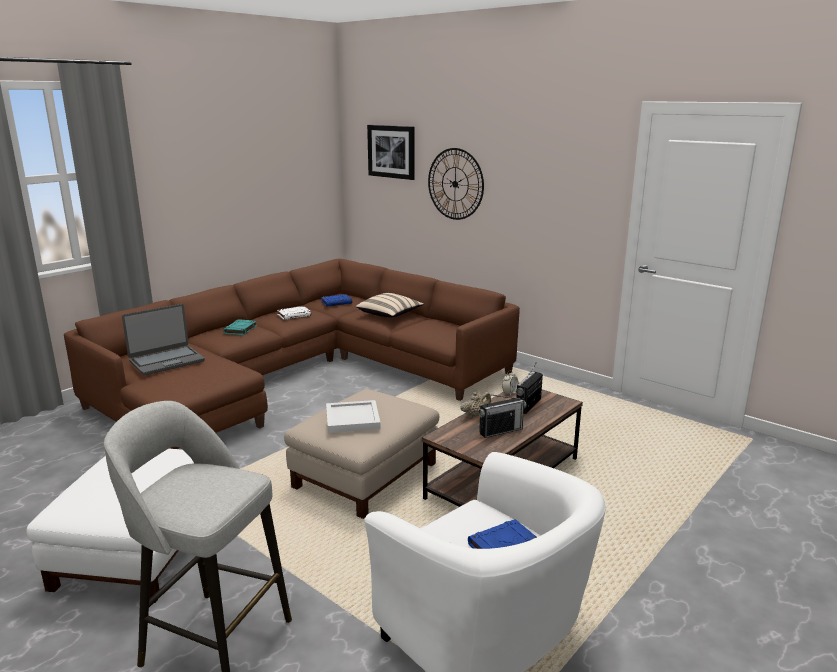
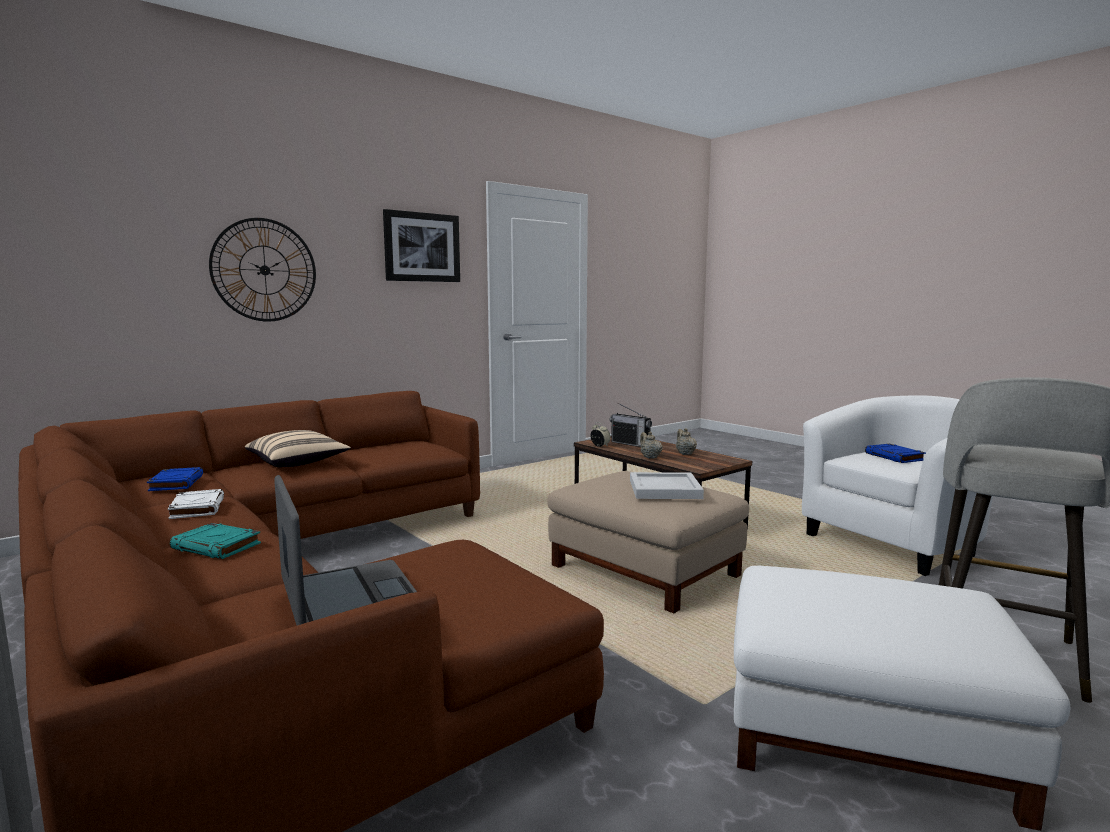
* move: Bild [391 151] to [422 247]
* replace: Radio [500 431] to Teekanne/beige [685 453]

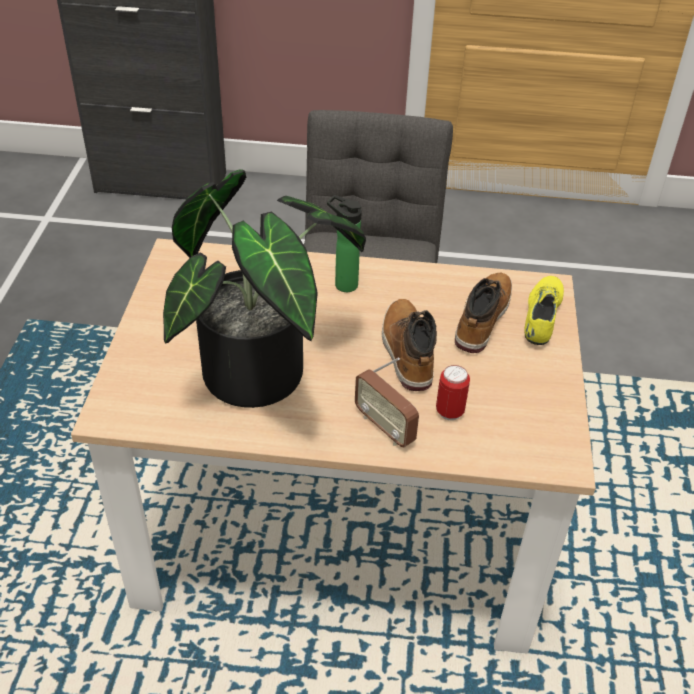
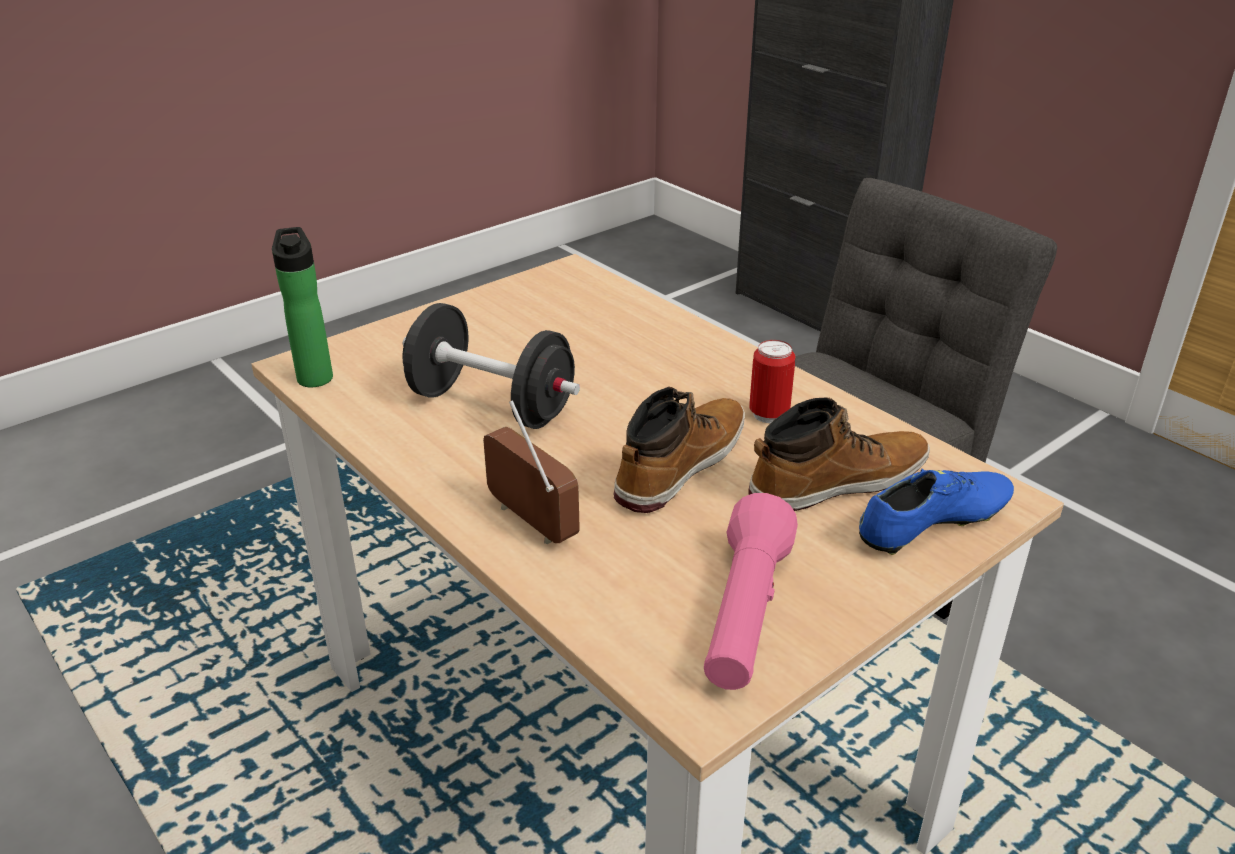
* replace: Topfpflanze [266 373] to Hantel/schwarz [491 405]
* move: Flasche [343 284] to [314 376]
* rotate: Radio [384 427] = [531 522] 135 degrees clockwise
* move: Dose [449 412] to [769 414]
* recolor: Schuh/gelb [542 317] to Schuh/blau [934 525]
* insert: Taschenlampe/rosa [745 615]

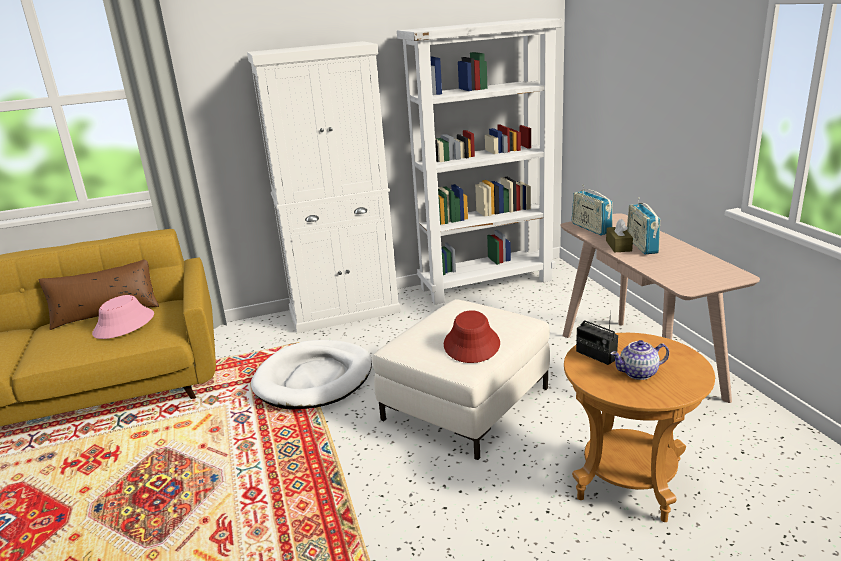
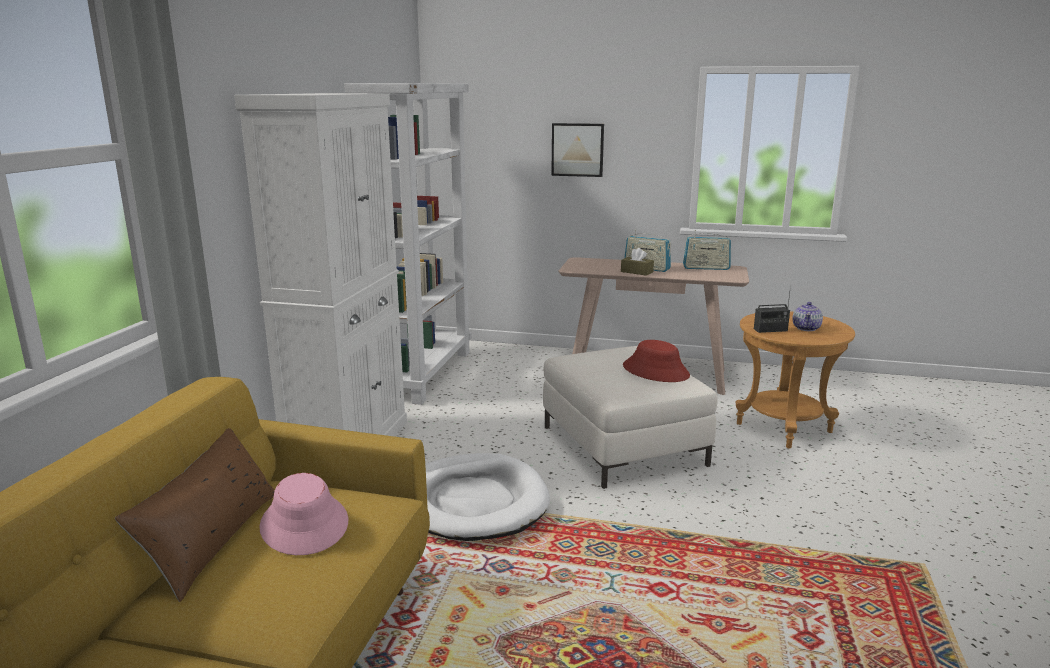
* move: Radio [591 228] to [706 268]
* insert: Bild [577 149]

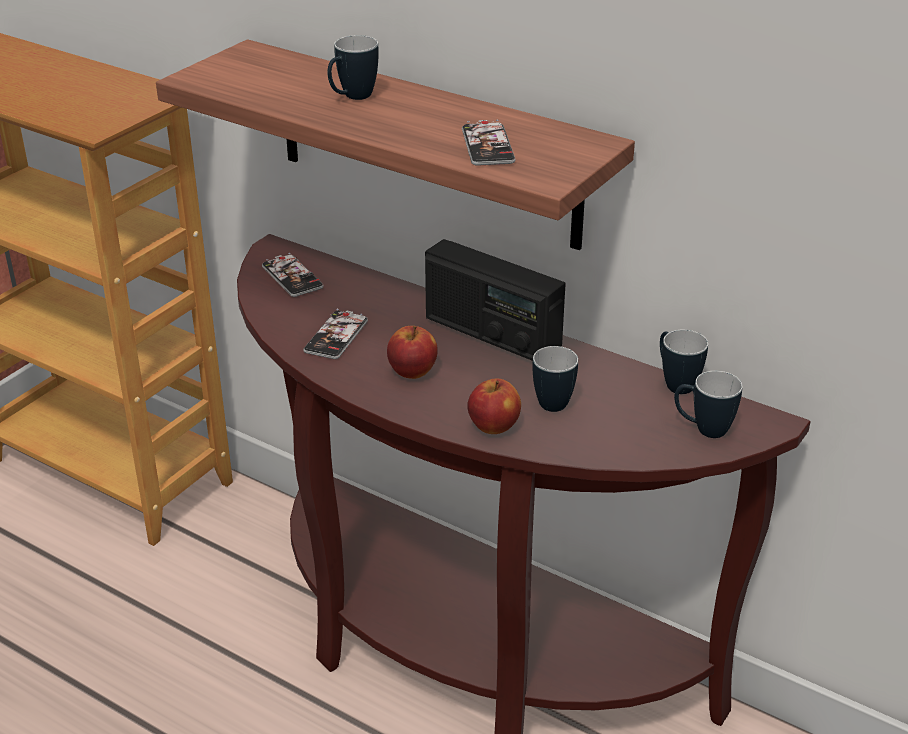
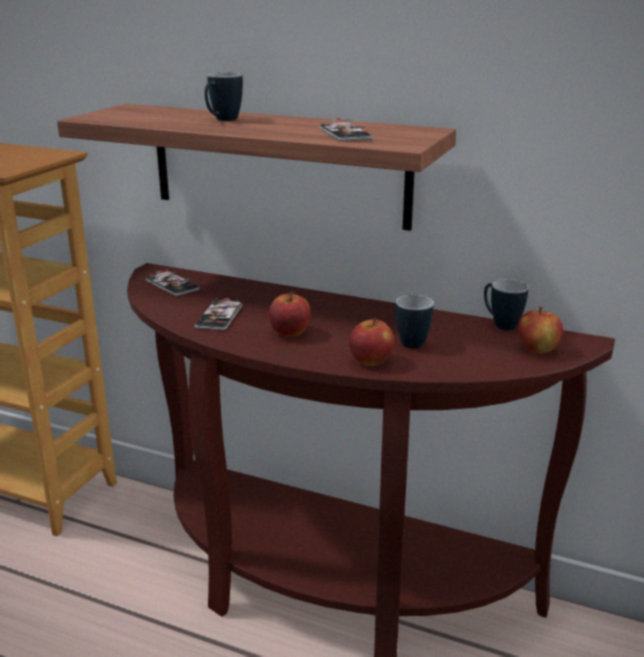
* delete: Radio [492 335]
* replace: Henkelbecher [703 429] to Apfel [538 350]

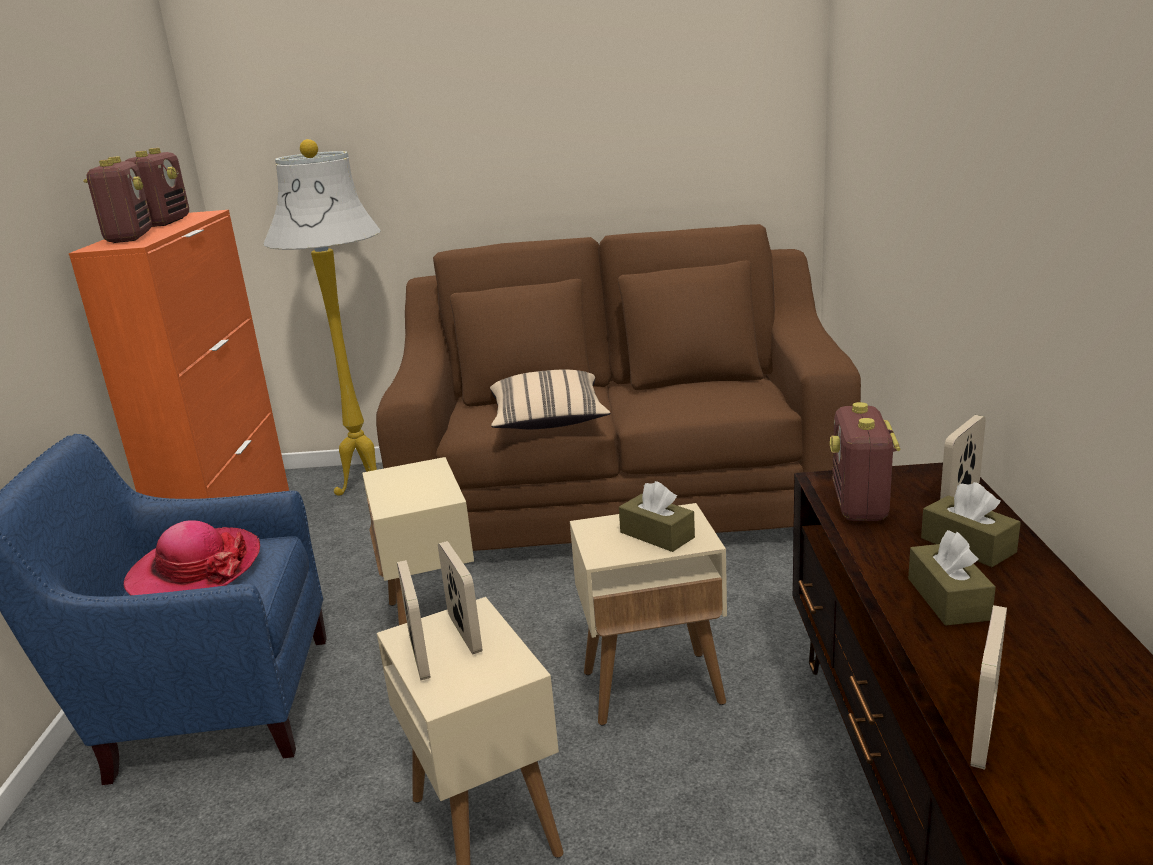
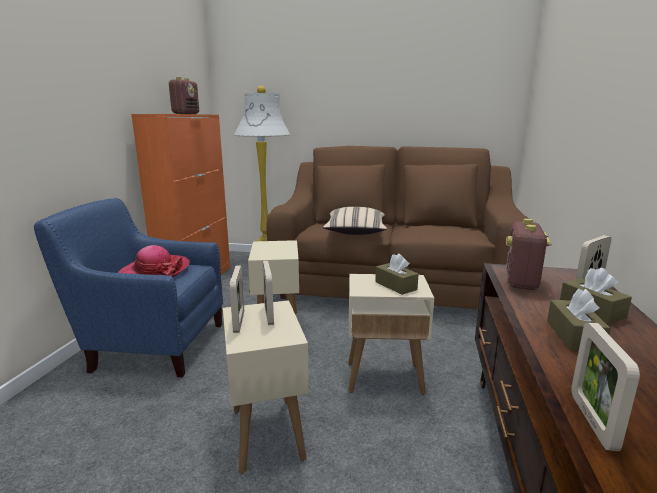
* delete: Radio [129 237]
* rotate: Bilderrahmen [983 733] = [592 421] 150 degrees clockwise

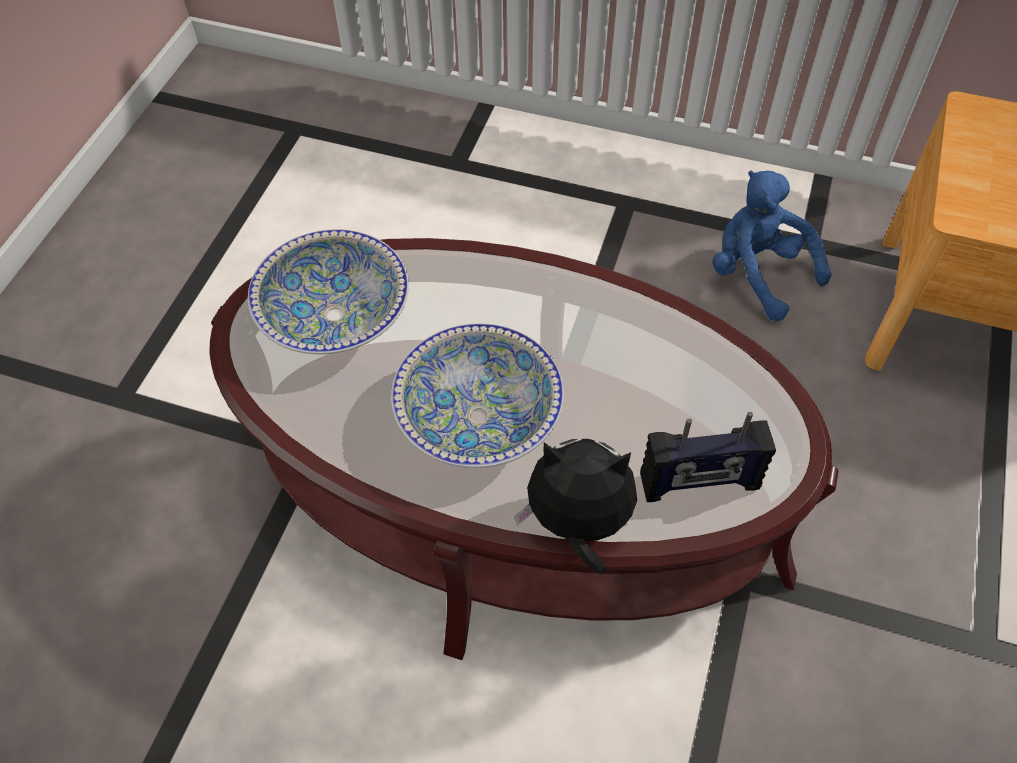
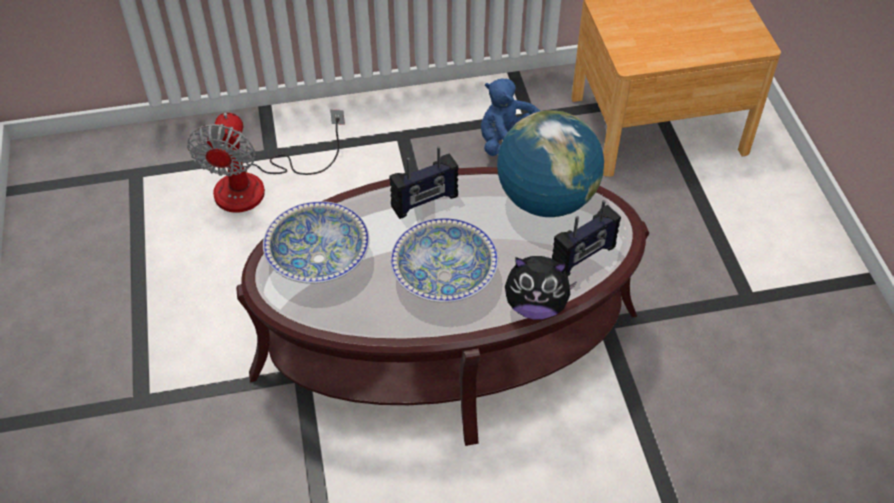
* rotate: Plüschtier [578 525] = [536 306] 150 degrees counterclockwise
* insert: Ventilator [257 185]
* insert: Radio [425 202]
* insert: Globus [546 199]

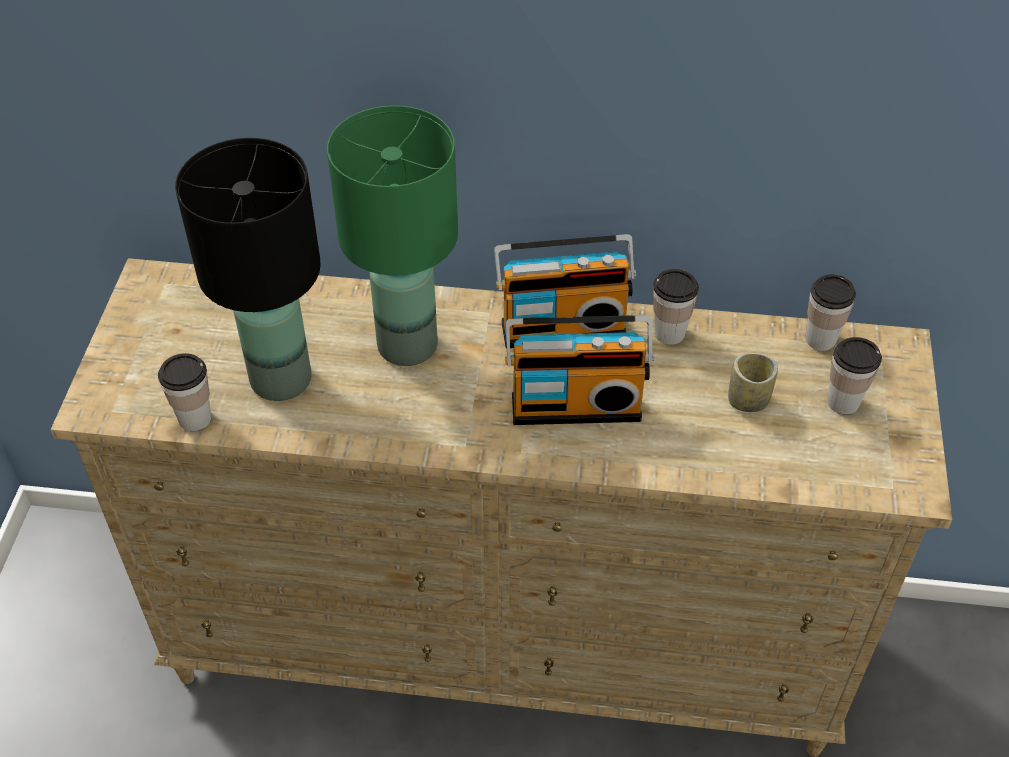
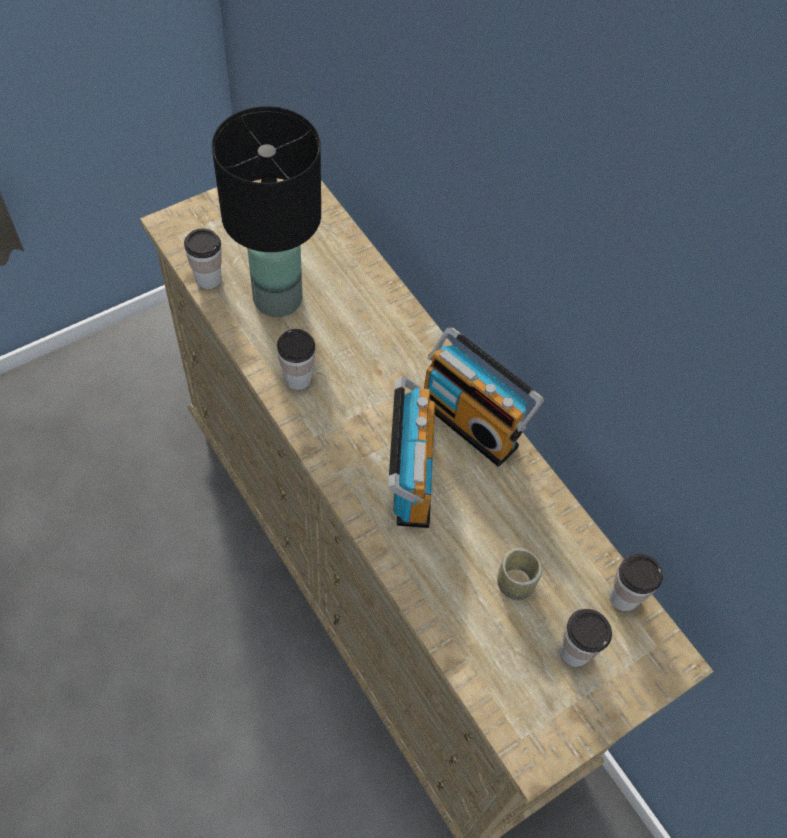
* delete: Tischlampe/grün [407 344]
* rotate: Radio [575 404] = [409 476] 135 degrees counterclockwise
* move: Tasse [669 333] to [297 378]

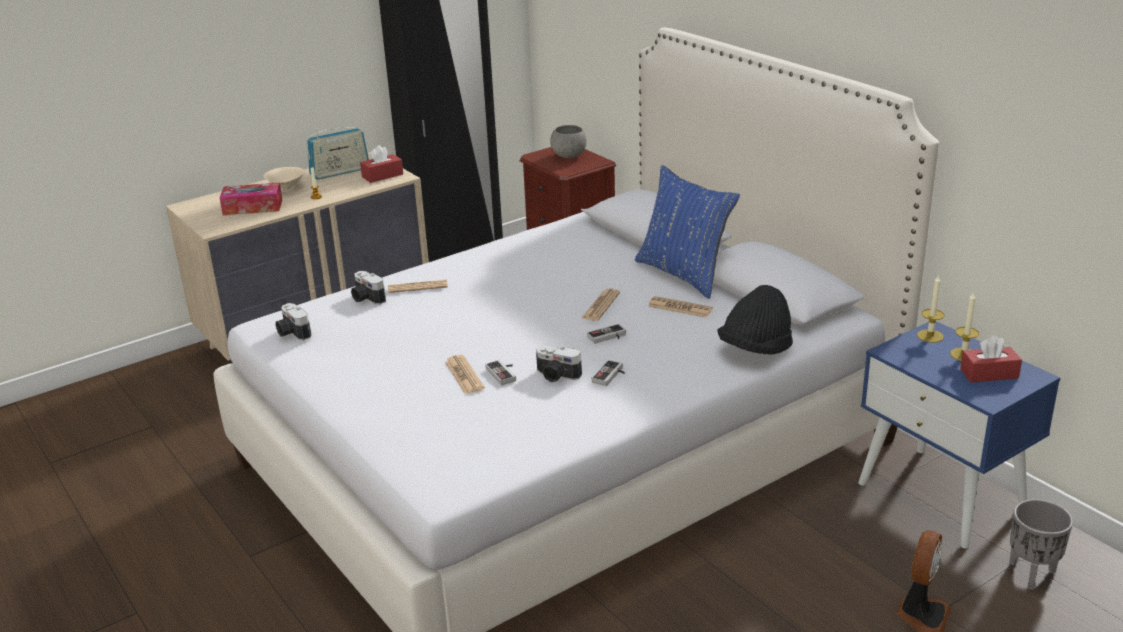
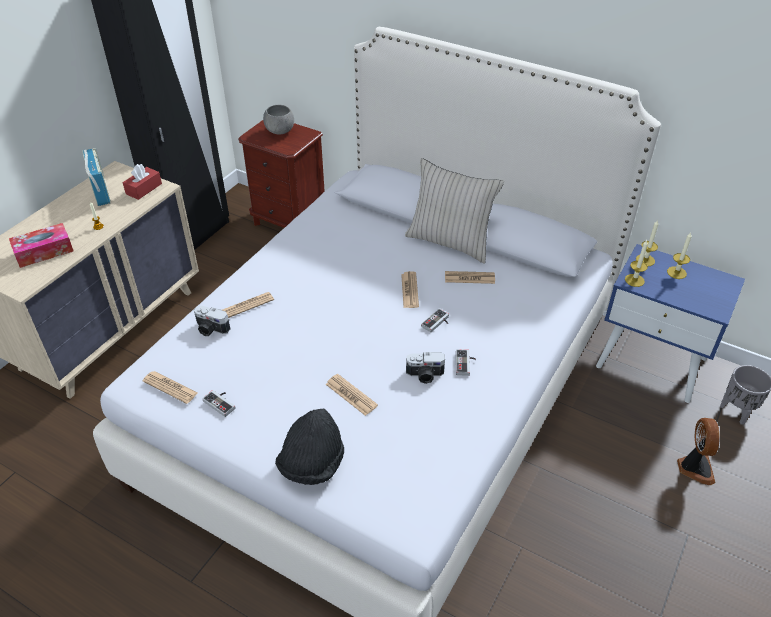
* delete: Schüssel/beige [286 188]
* replace: Kamera [292 333] to Zeitung [170 387]
* rotate: Radio [340 172] = [100 192] 60 degrees counterclockwise
* move: Gamepad [504 373] to [221 403]
* recolor: Kissen/blau [684 274] to Kissen/beige [450 242]
* move: Hut/schwarz [755 349] to [312 464]
* delete: Taschentuchbox/rot [989 373]
* insert: Kerze [634 280]

